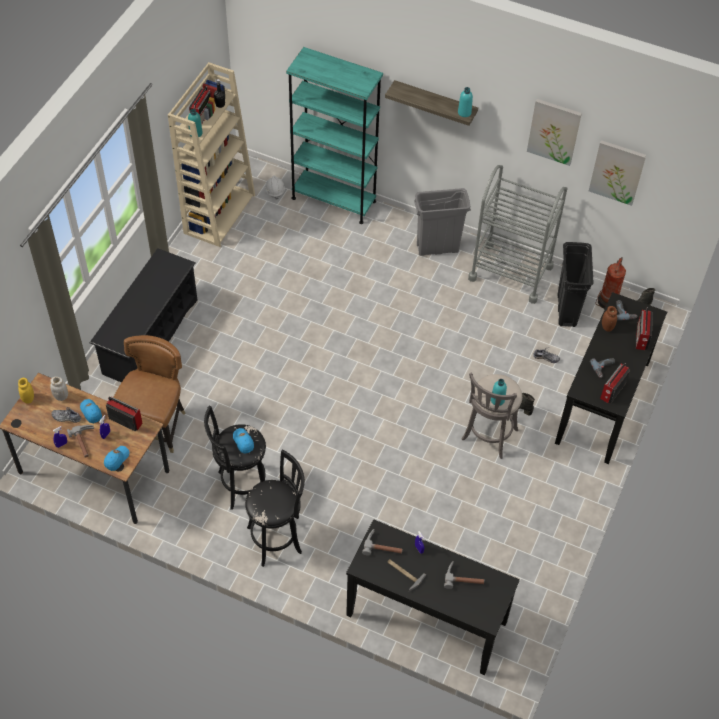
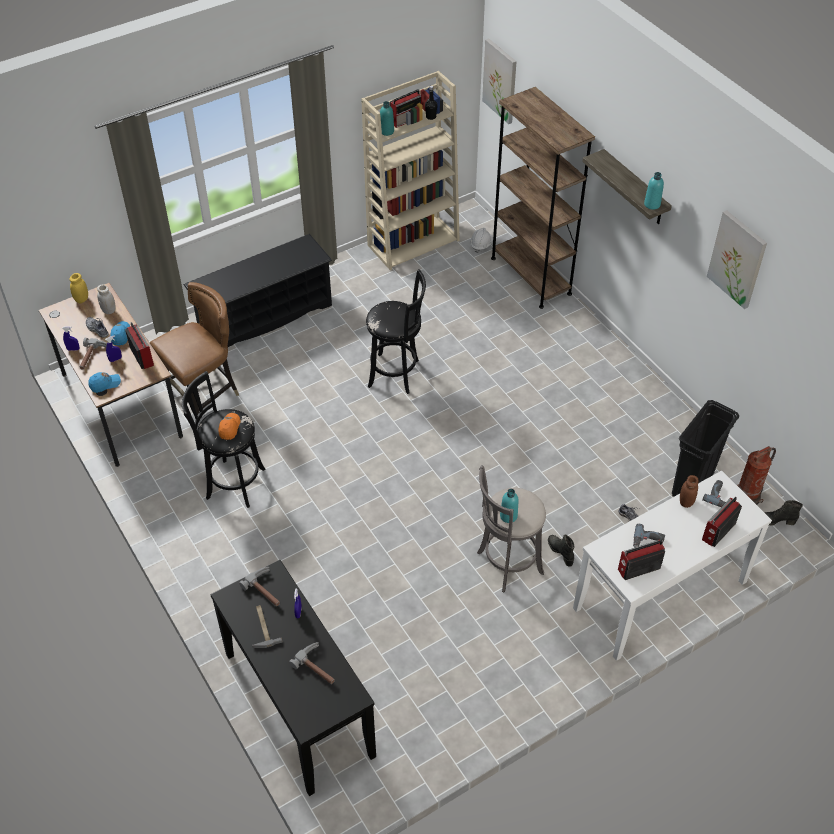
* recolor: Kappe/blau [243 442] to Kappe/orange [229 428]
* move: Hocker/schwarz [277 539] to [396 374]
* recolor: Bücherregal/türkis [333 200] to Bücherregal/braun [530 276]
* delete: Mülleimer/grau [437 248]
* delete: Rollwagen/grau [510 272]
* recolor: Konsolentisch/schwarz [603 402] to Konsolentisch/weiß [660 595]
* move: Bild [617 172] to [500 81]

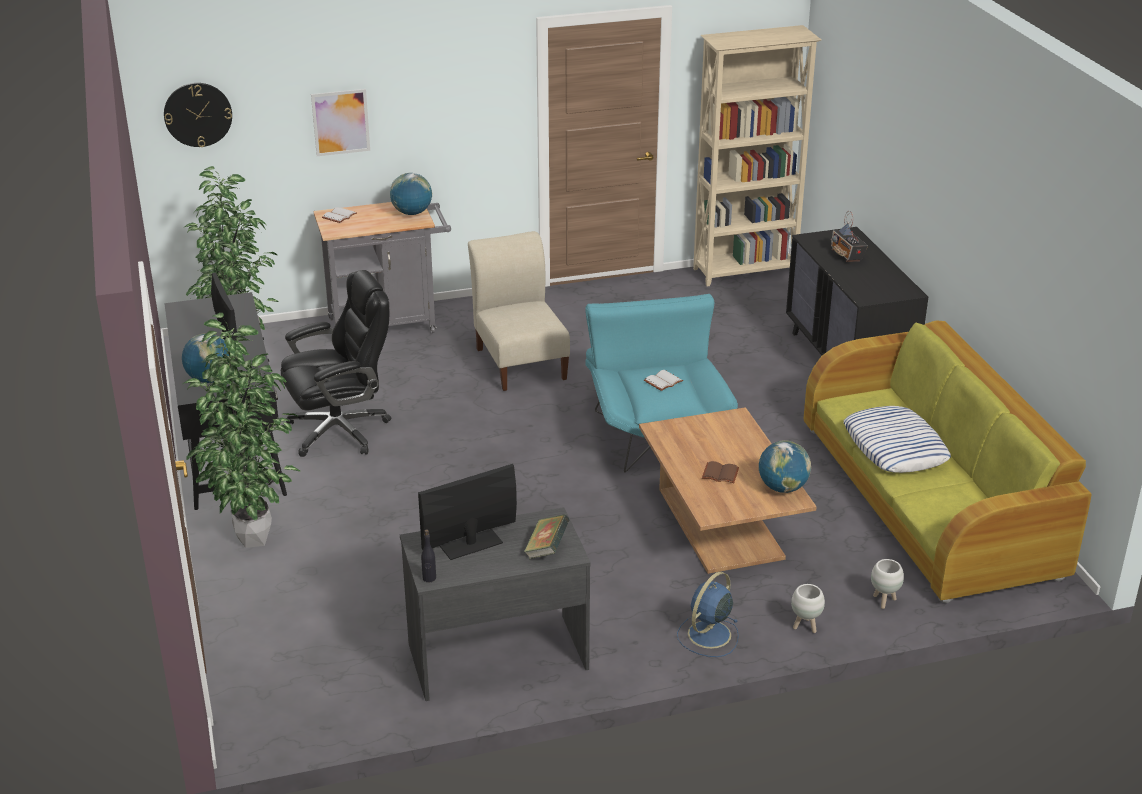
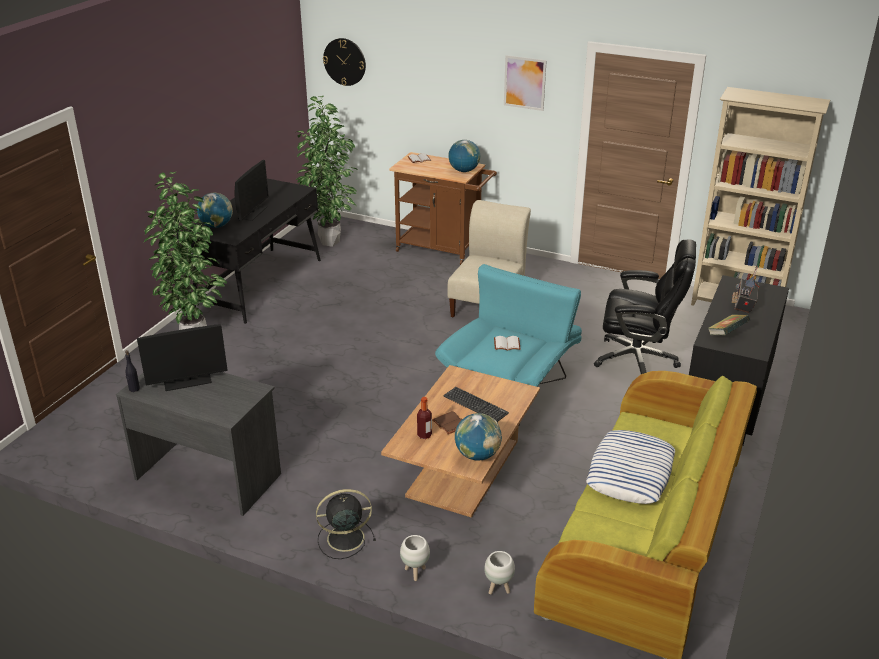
* move: Bürostuhl/schwarz [341 430] to [638 360]
* move: Bild [340 122] to [524 83]
* recolor: Rollwagen/grau [389 324] to Rollwagen/braun [443 250]
* rotate: Monitor [471 544] = [187 381] 150 degrees clockwise
* move: Buch [546 549] to [726 334]
* recolor: Ventilator/blau [708 635] to Ventilator/schwarz [344 538]
* insert: Flasche [424 435]
* insert: Tastatur [475 405]

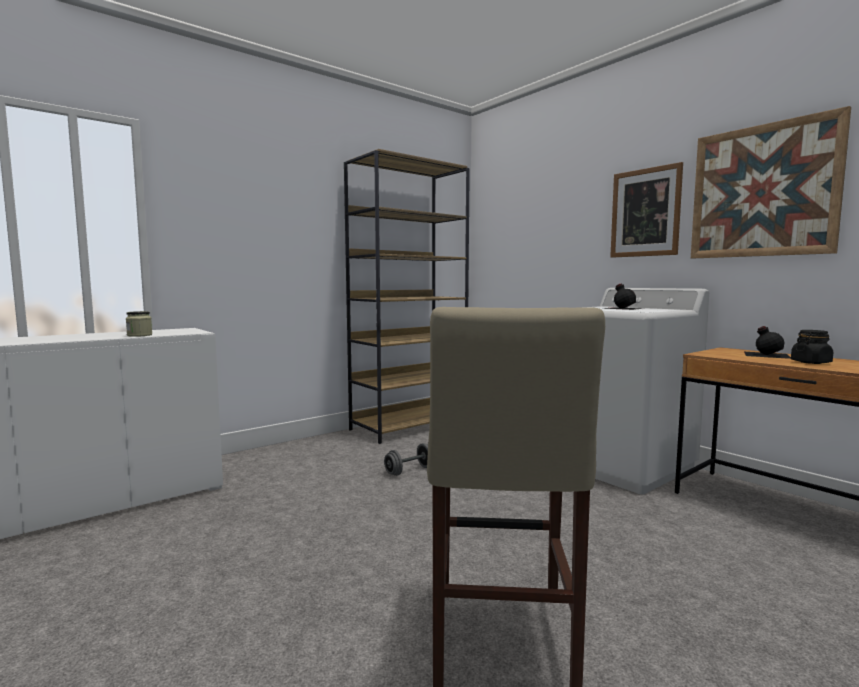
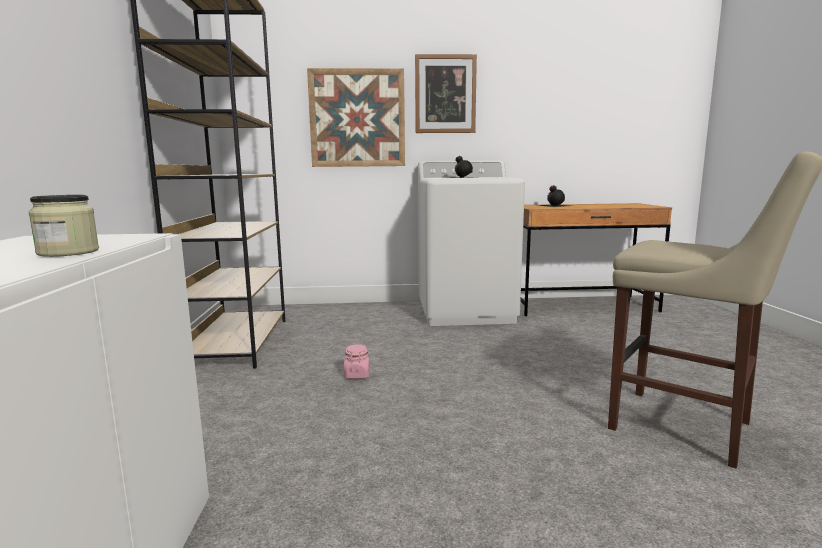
* replace: Hantel/grau [409 471] to Vorratsglas/rosa [357 375]
* move: Bild [762 191] to [357 118]
* delete: Vorratsglas/schwarz [811 362]

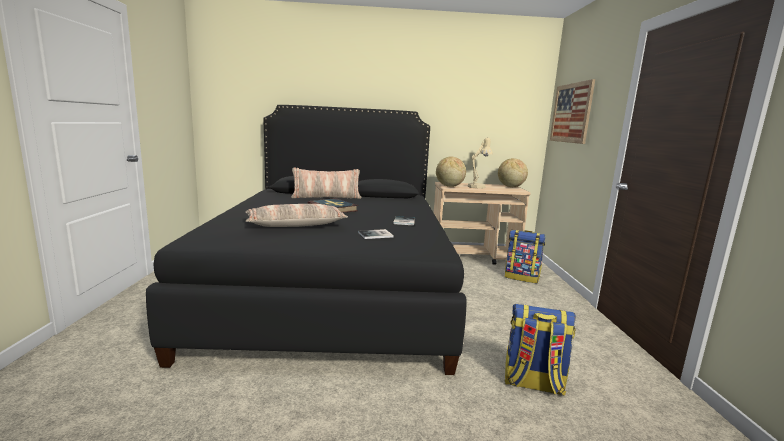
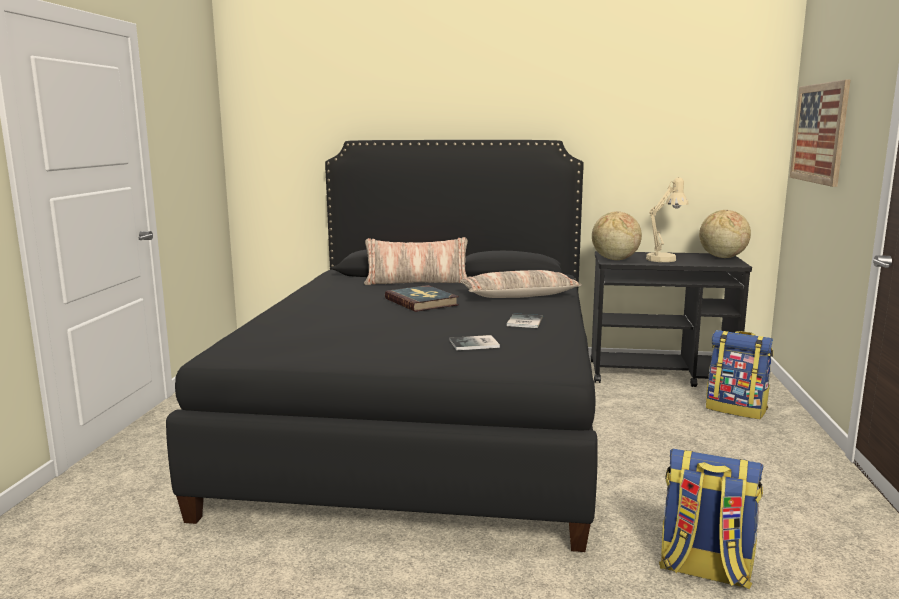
* move: Kissen [296 224] to [518 295]
* recolor: Rollwagen/beige [473 257] to Rollwagen/schwarz [661 374]

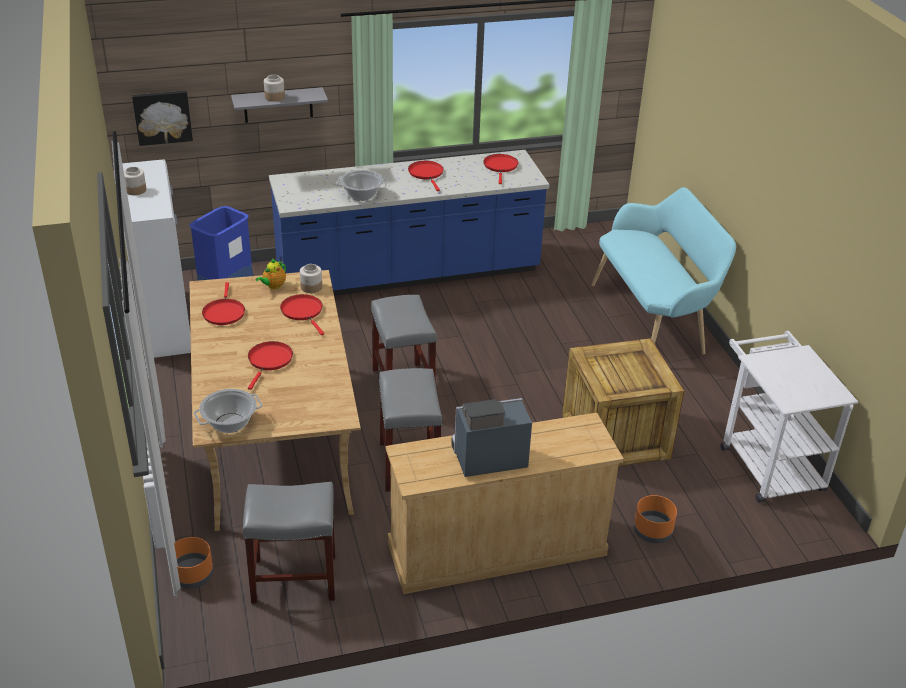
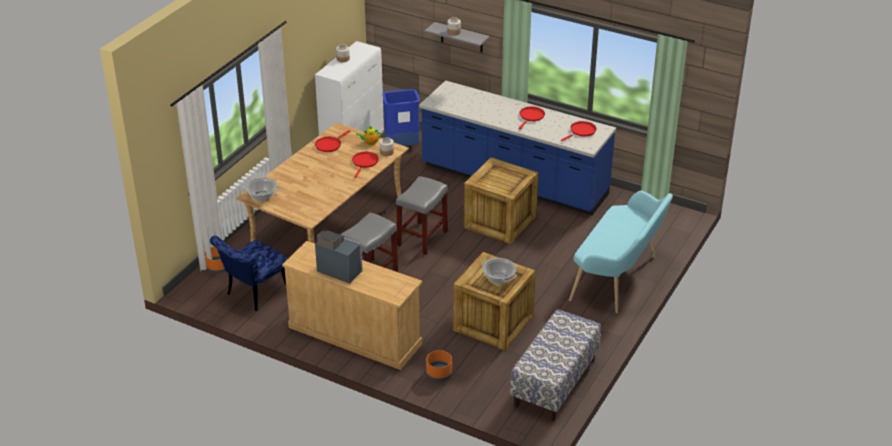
* delete: Bild [162 117]
* replace: Hocker/grau [293 579] to Stuhl/blau [253 294]
* delete: Pfanne/rot [269 361]
* move: Kochtopf [362 195] to [499 279]
* replace: Rollwagen/weiß [766 462] to Bank [555 383]
* insert: Kiste [501 221]

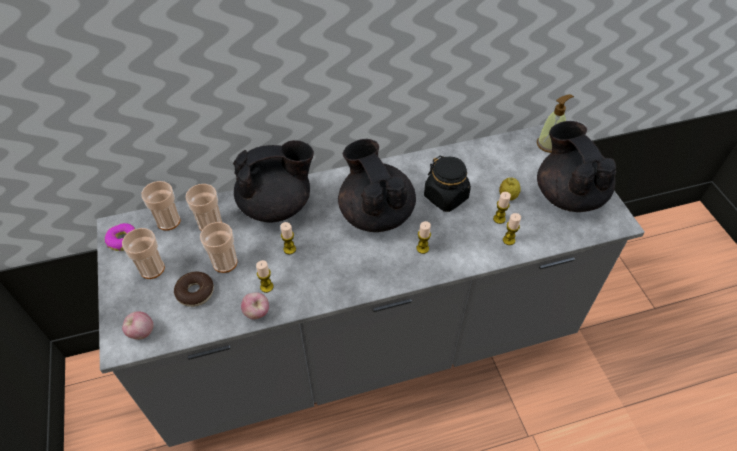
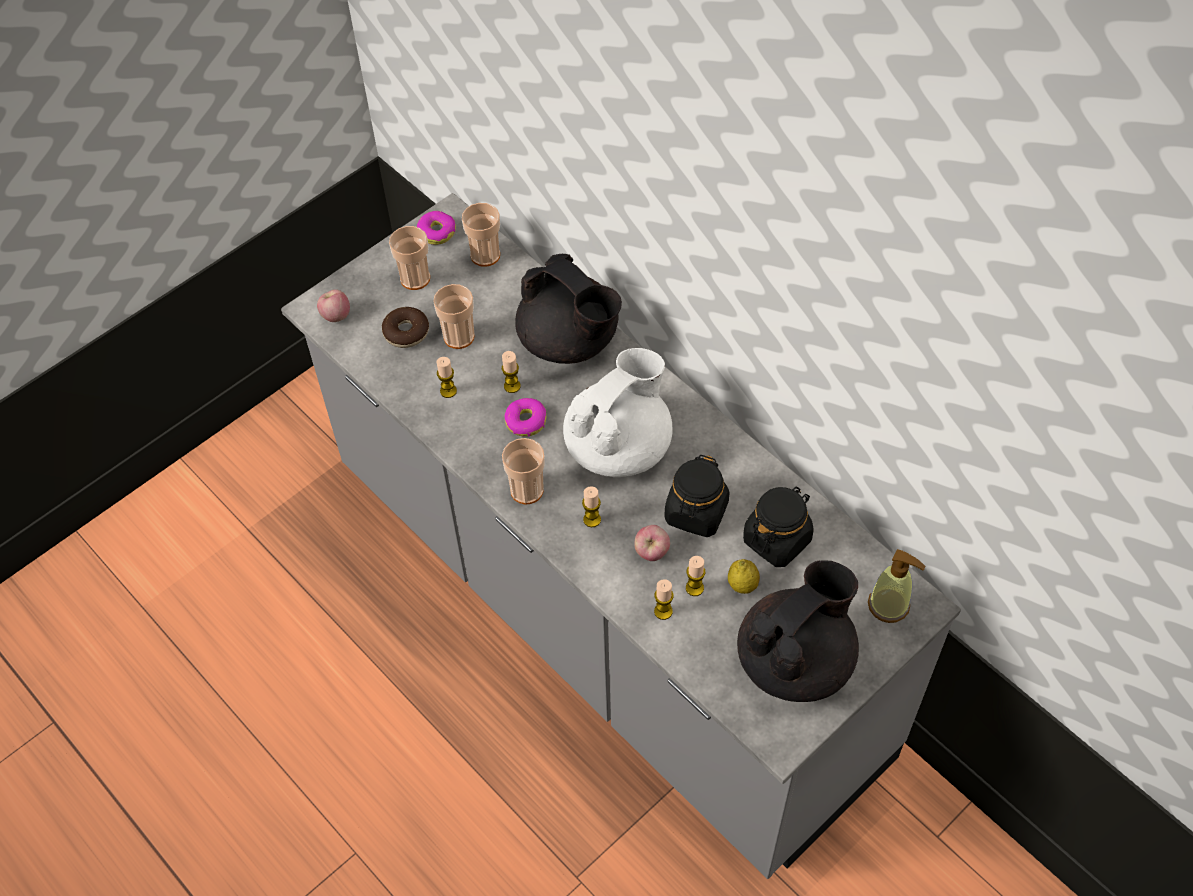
* move: Tasse [210 224] to [527 490]
* move: Apfel [257 313] to [652 552]
* recolor: Teekanne/schwarz [375 213] to Teekanne/weiß [619 446]
* insert: Donut [525 421]
* insert: Vorratsglas/schwarz [777 540]

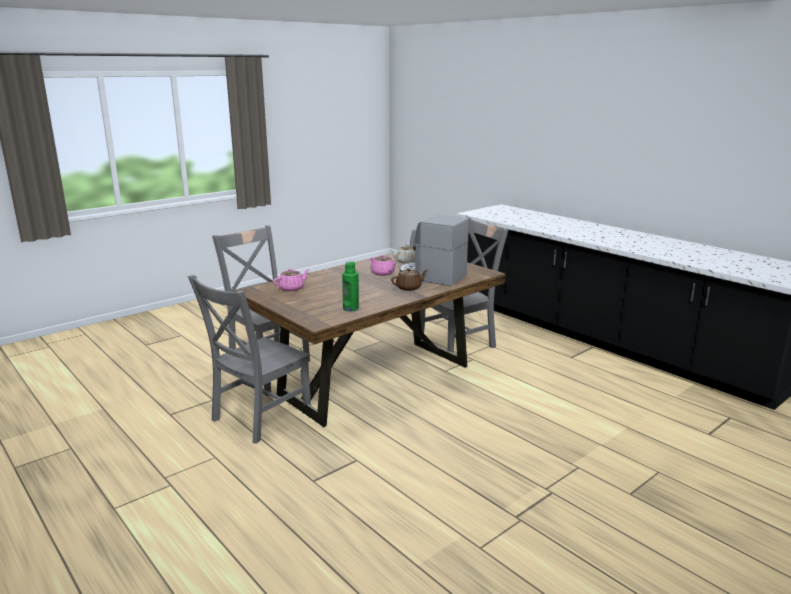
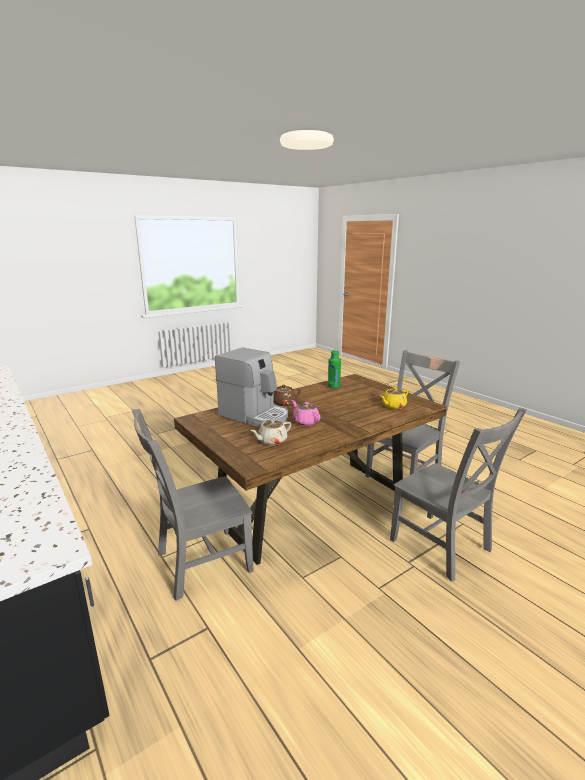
* recolor: Teekanne/rosa [292 288] to Teekanne/gelb [393 406]

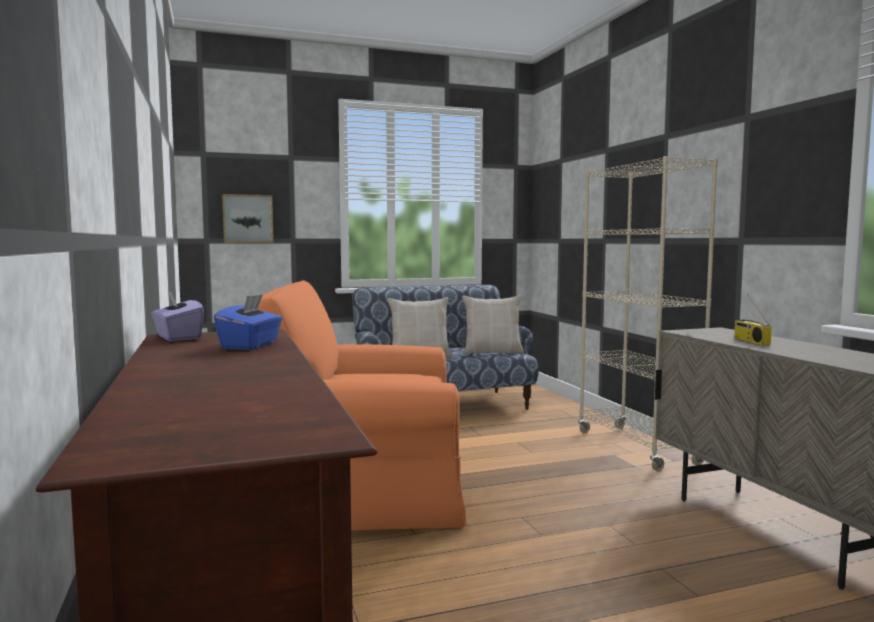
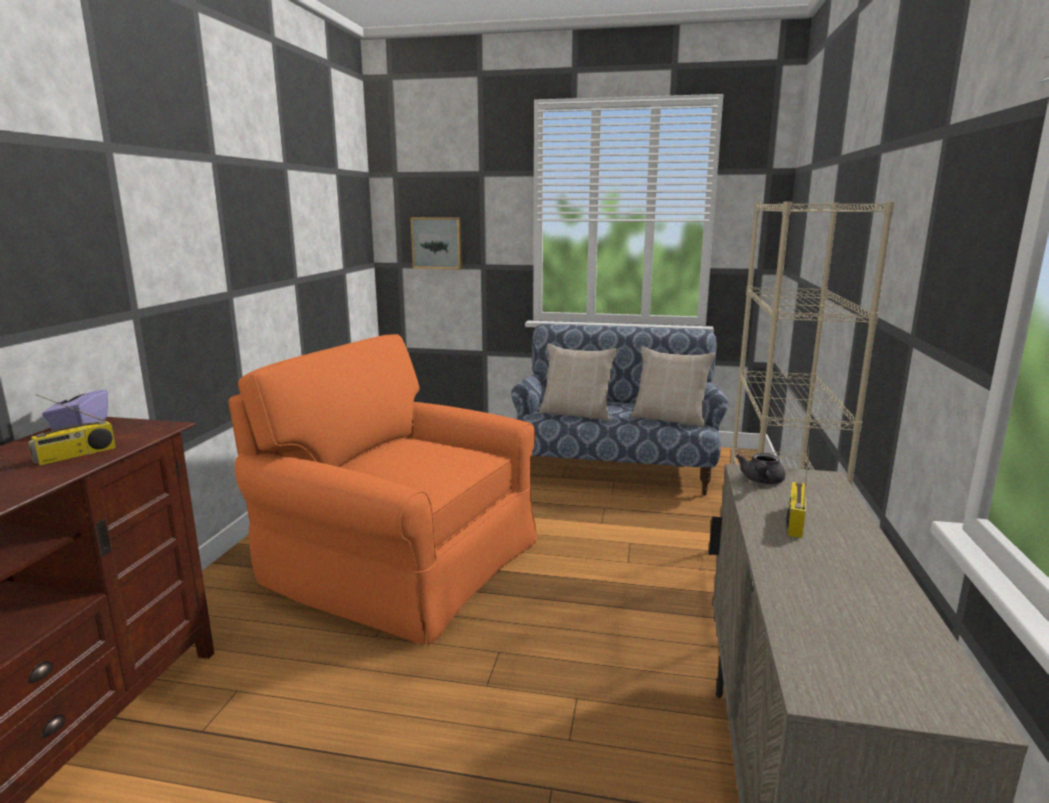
* replace: Taschentuchbox/blau [250 346] to Radio [75 455]
* insert: Teekanne/grau [761 481]

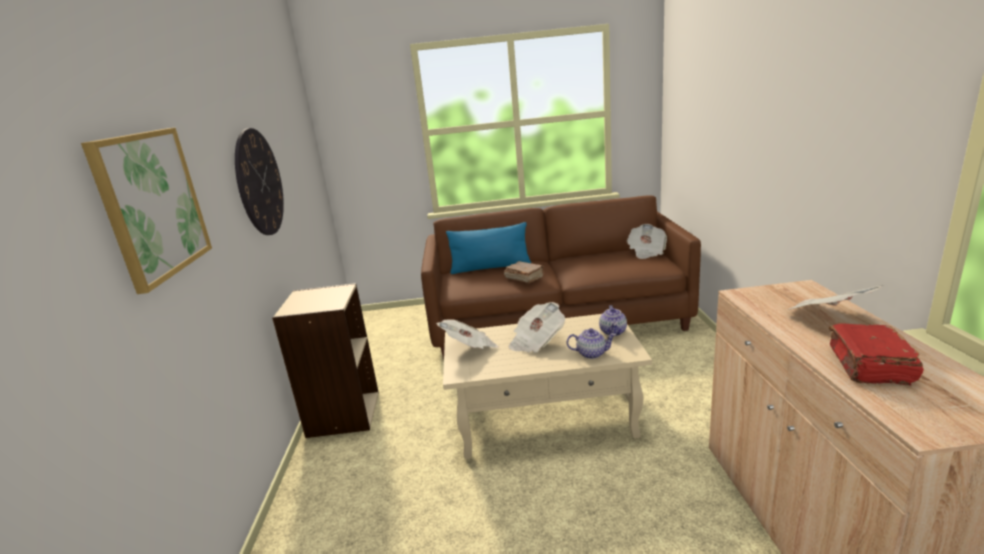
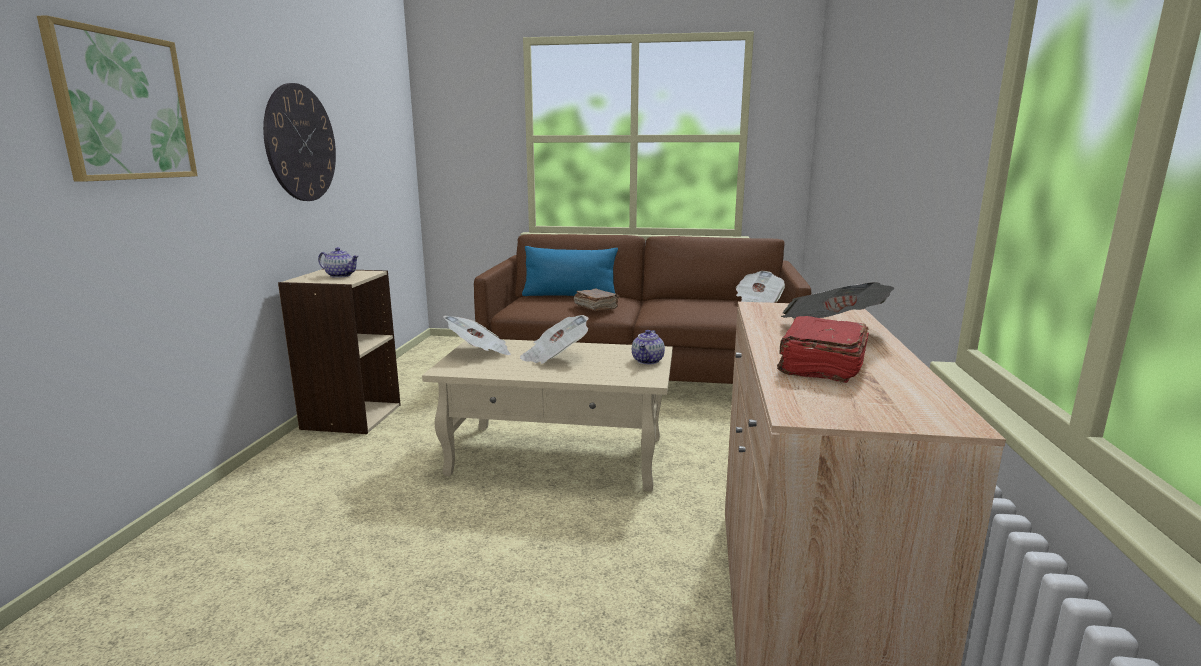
* move: Teekanne [591 353] to [341 275]

